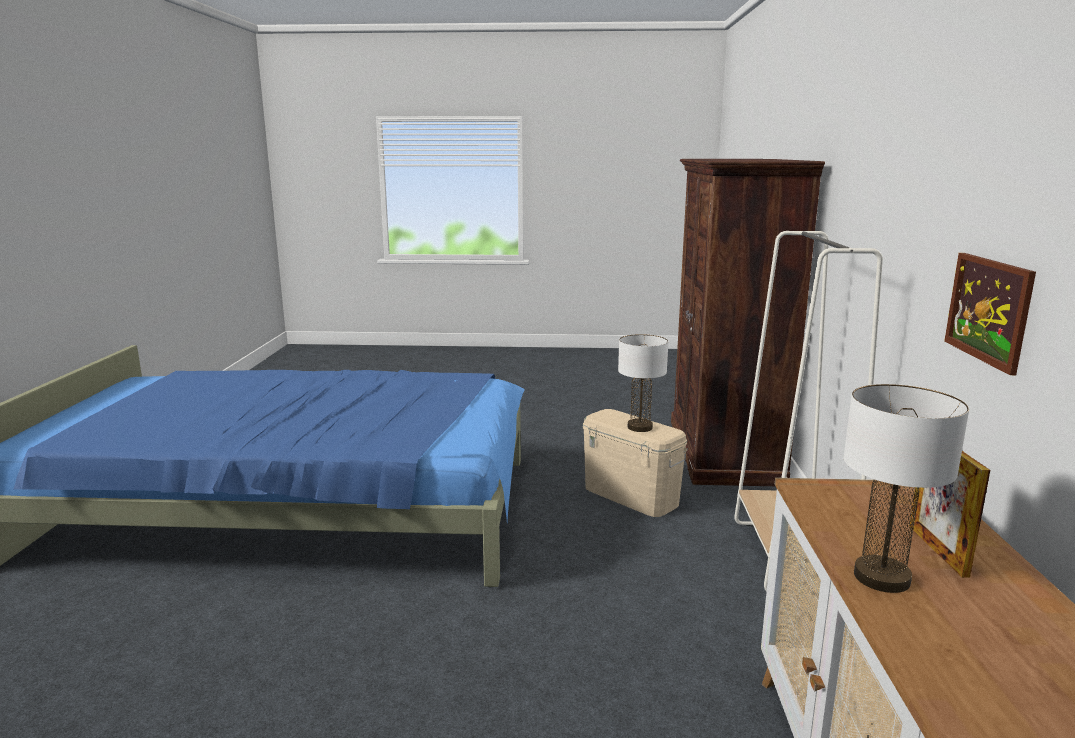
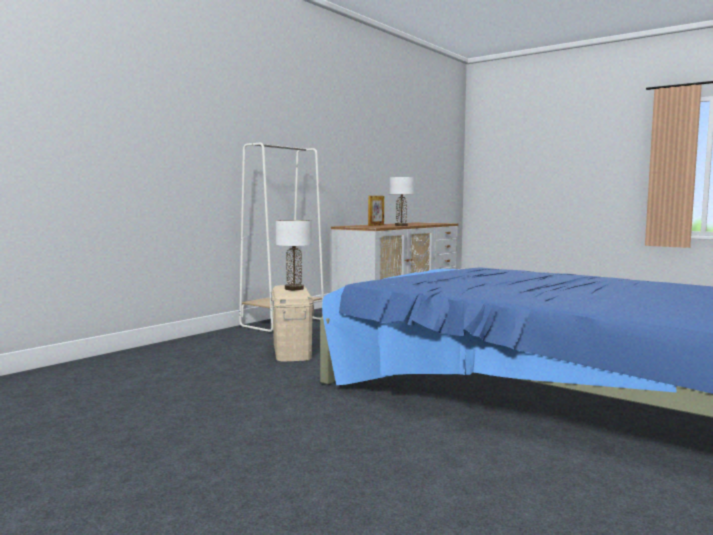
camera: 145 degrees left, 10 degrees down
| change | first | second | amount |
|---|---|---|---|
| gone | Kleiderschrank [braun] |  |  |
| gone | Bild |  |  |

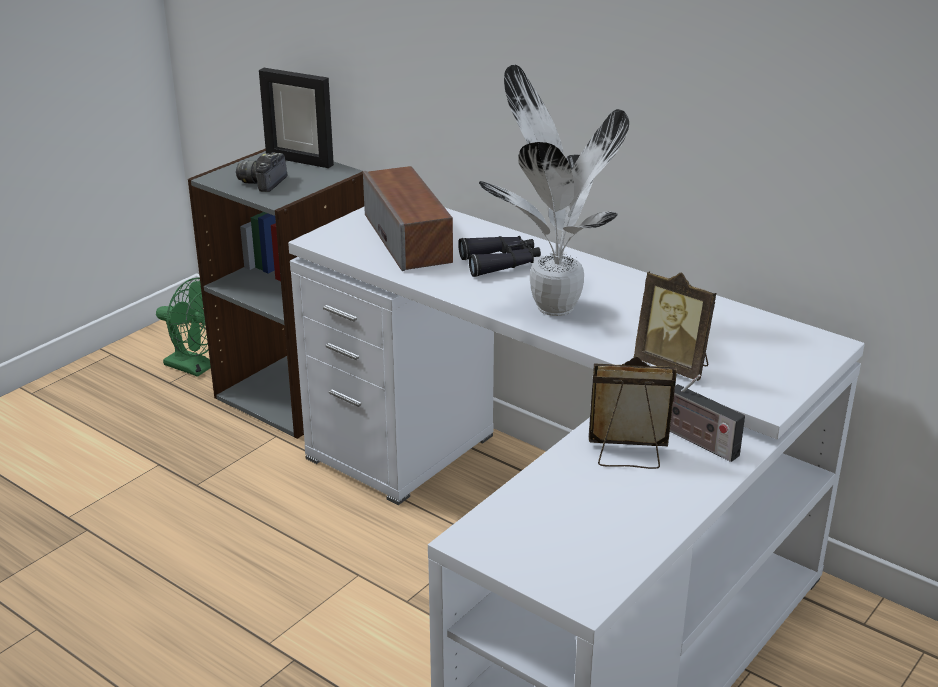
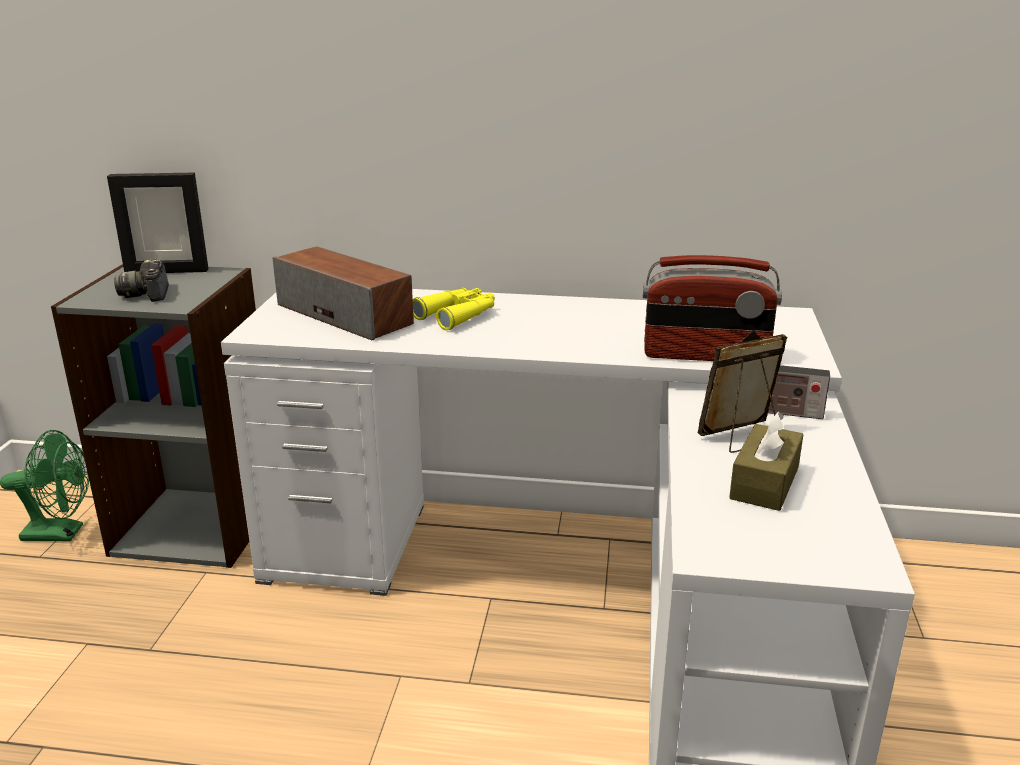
camera: 30 degrees left, 5 degrees down
| change | first | second | amount |
|---|---|---|---|
| repainted | Fernglas [schwarz] | Fernglas [gelb] |  |
| swapped | Bilderrahmen (no. 3 from left) | Radio (no. 1 from left) |  |
| new |  | Taschentuchbox [braun] |  |
| gone | Topfpflanze |  |  |

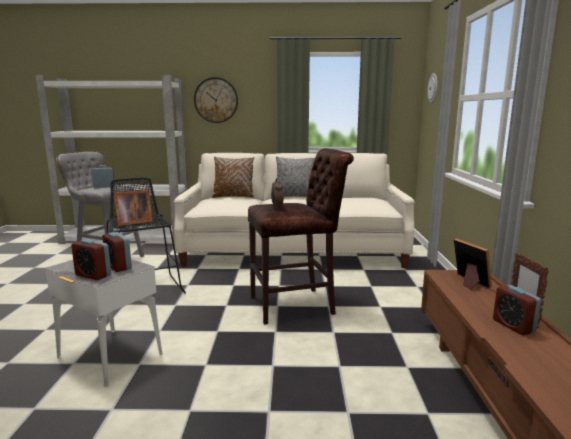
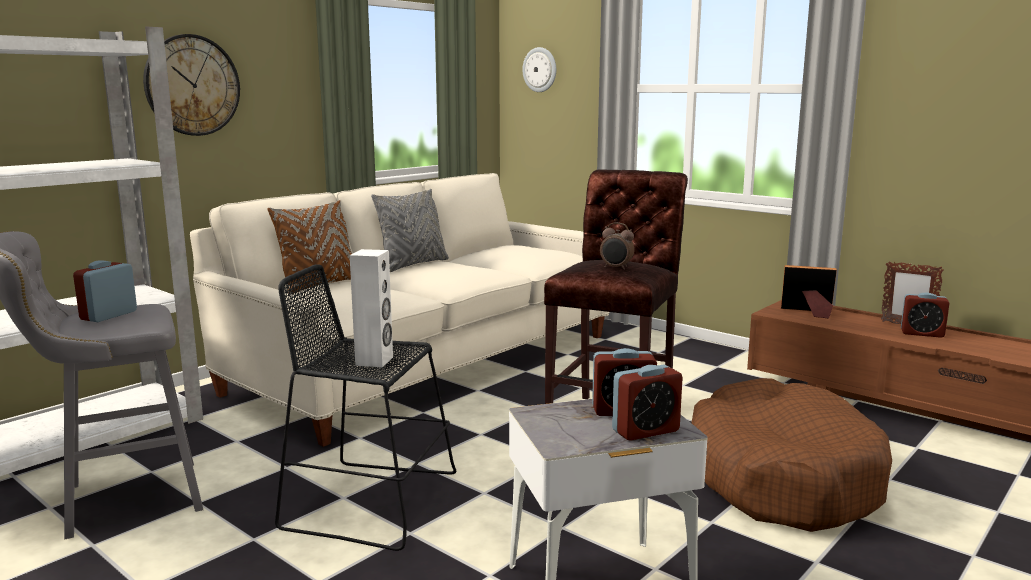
camera: 50 degrees left, 0 degrees up
| change | first | second | amount |
|---|---|---|---|
| swapped | Bilderrahmen (no. 1 from left) | Lautsprecher [weiß] |  |
| new |  | Hundebett [braun] |  |

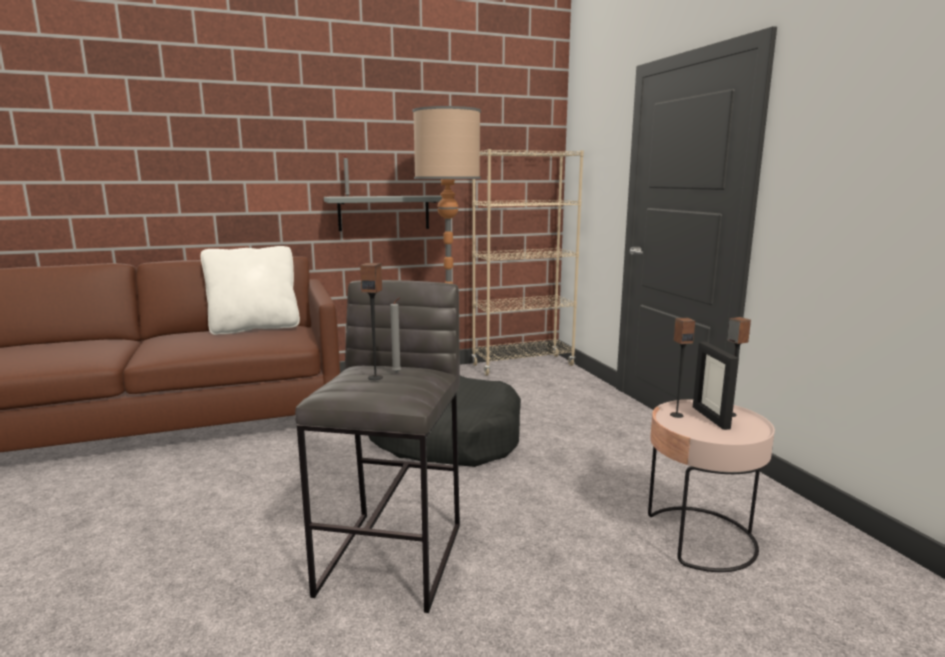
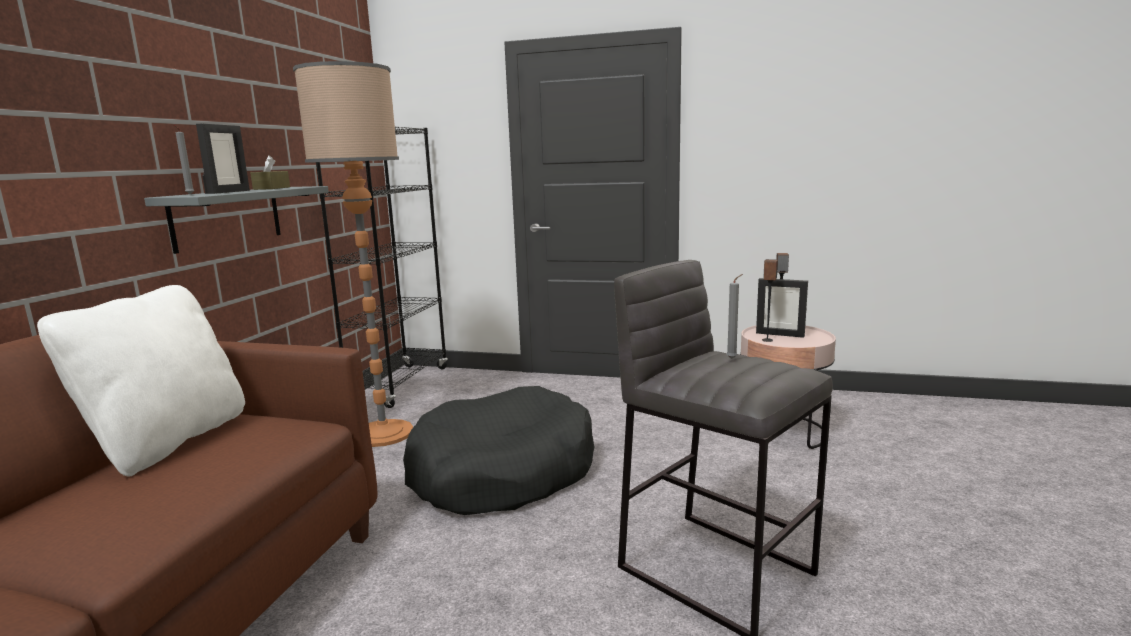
camera: 55 degrees left, 0 degrees up
| change | first | second | amount |
|---|---|---|---|
| new |  | Bilderrahmen (no. 1 from left) |  |
| new |  | Taschentuchbox [braun] |  |
| repainted | Bücherregal [beige] | Bücherregal [schwarz] |  |
| gone | Lautsprecher (no. 1 from left) |  |  |

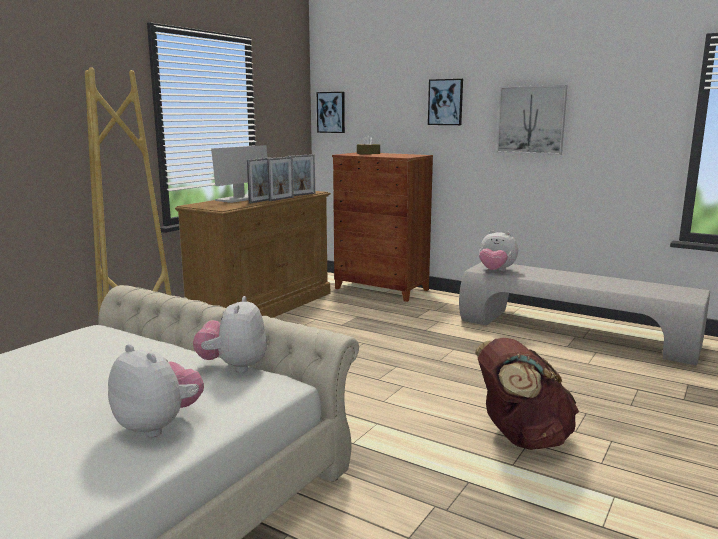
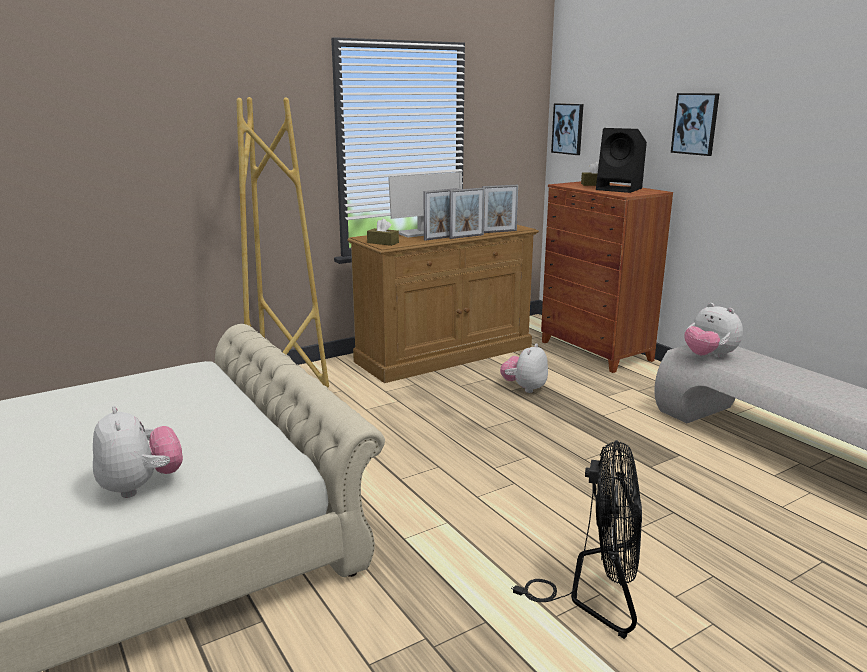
camera: 25 degrees right, 5 degrees up
| change | first | second | amount |
|---|---|---|---|
| new |  | Taschentuchbox [braun] (no. 1 from left) |  |
| shifted | Plüschtier (no. 2 from left) |  |  |
| swapped | Rucksack [braun] | Ventilator [schwarz] |  |
| new |  | Lautsprecher [schwarz] |  |
| gone | Bild (no. 3 from left) |  |  |

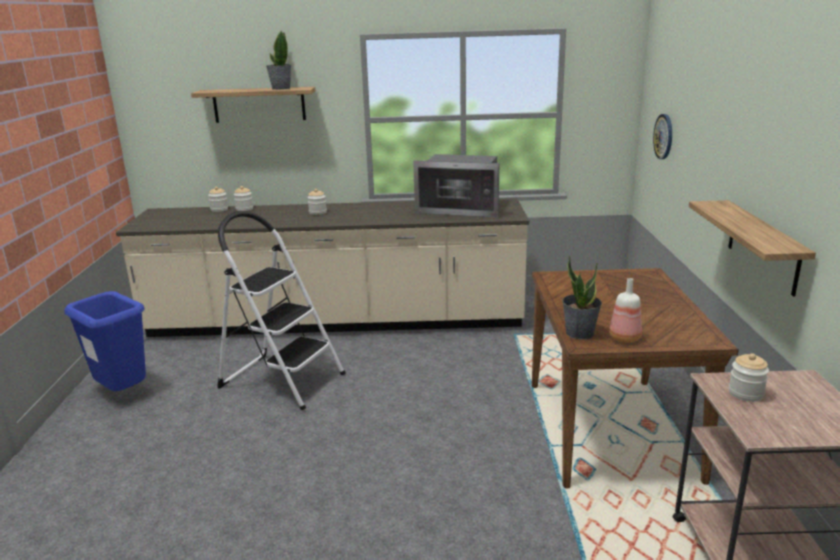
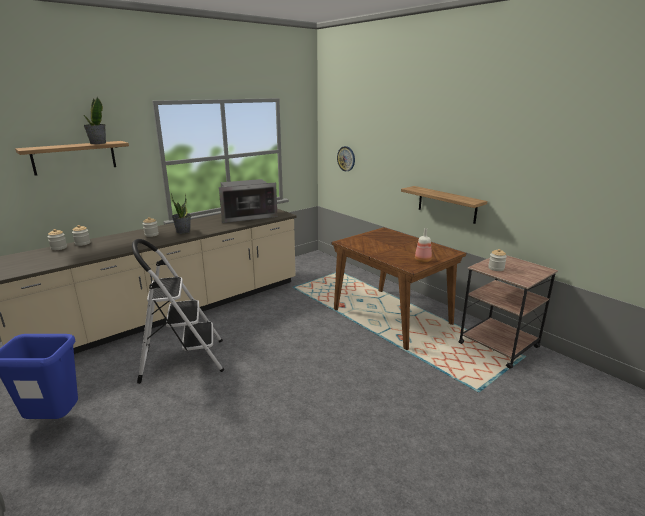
camera: 40 degrees left, 0 degrees up
| change | first | second | amount |
|---|---|---|---|
| shifted | Topfpflanze (no. 2 from left) |  |  |

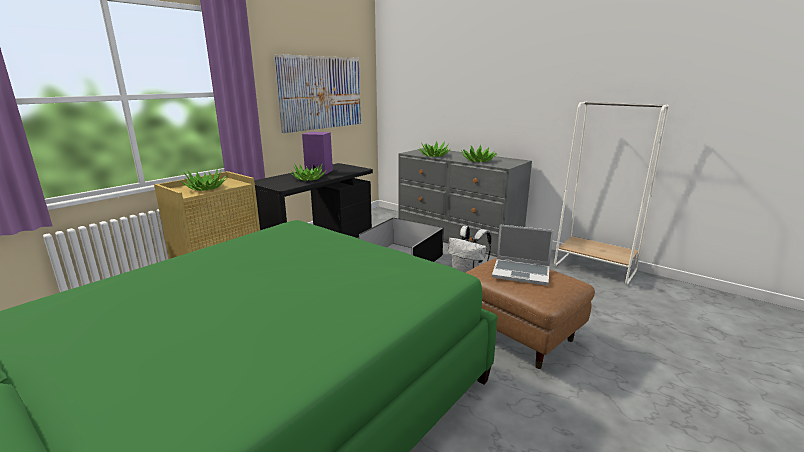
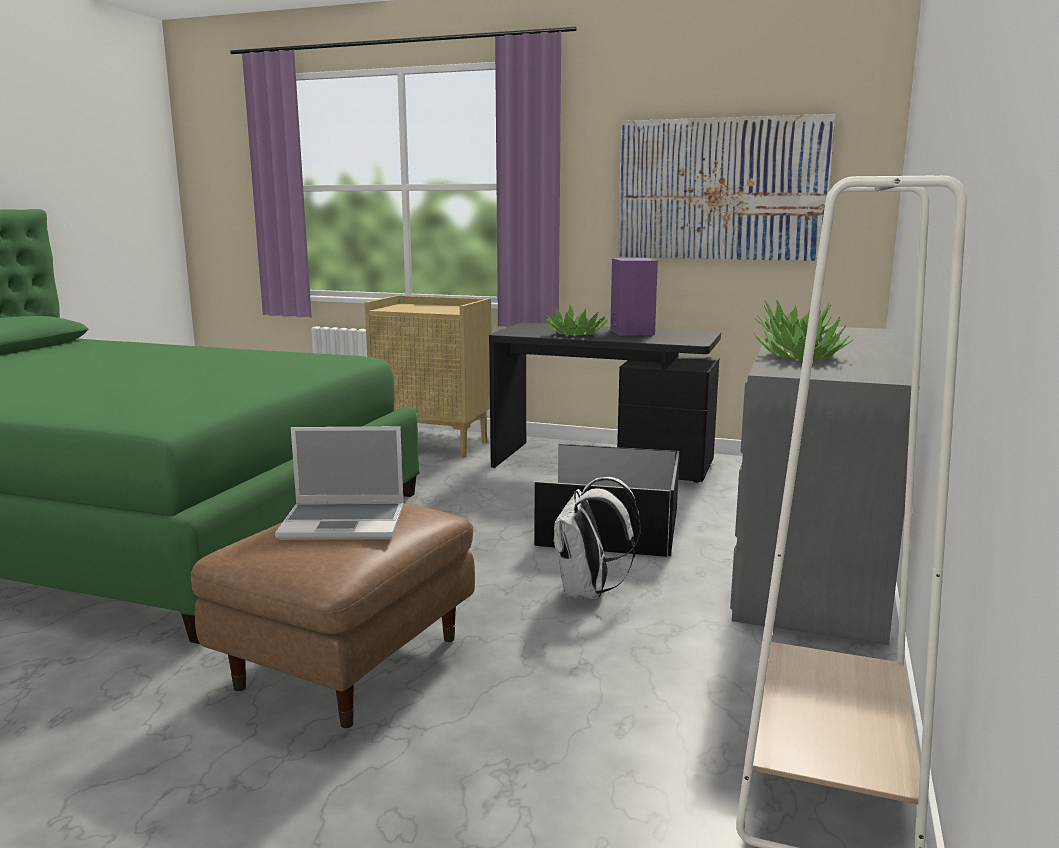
camera: 70 degrees right, 5 degrees down
| change | first | second | amount |
|---|---|---|---|
| rotated | Laptop |  | 90 degrees counterclockwise |
| gone | Topfpflanze (no. 1 from left) |  |  |

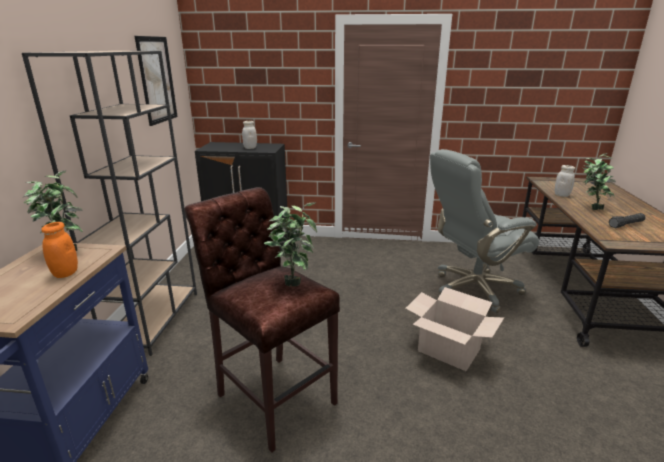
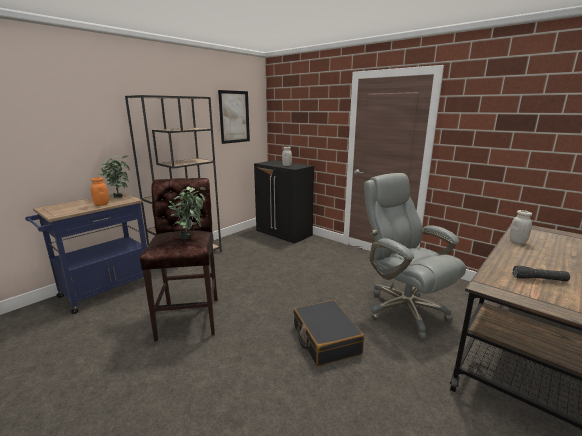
camera: 35 degrees right, 5 degrees down
| change | first | second | amount |
|---|---|---|---|
| swapped | Karton | Koffer [schwarz] |  |
| rotated | Bürostuhl [grau] |  | 45 degrees clockwise |
| gone | Topfpflanze (no. 3 from left) |  |  |

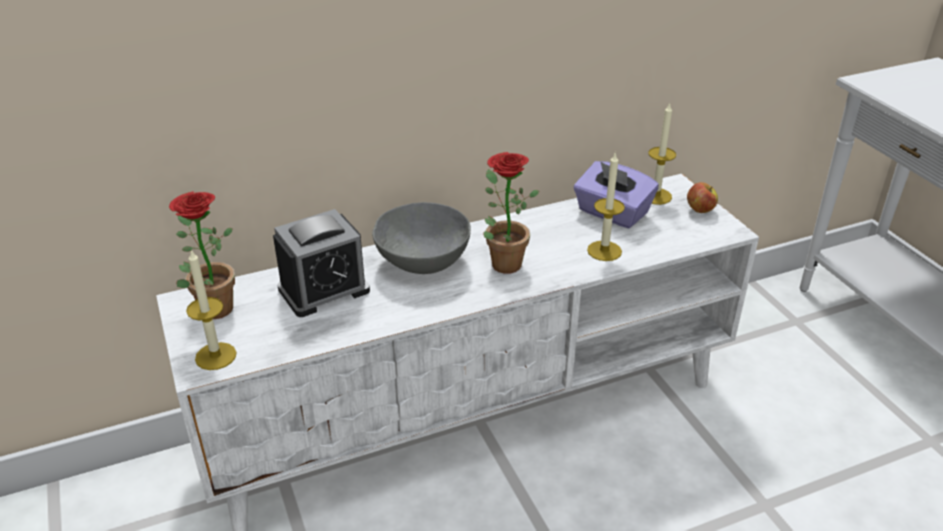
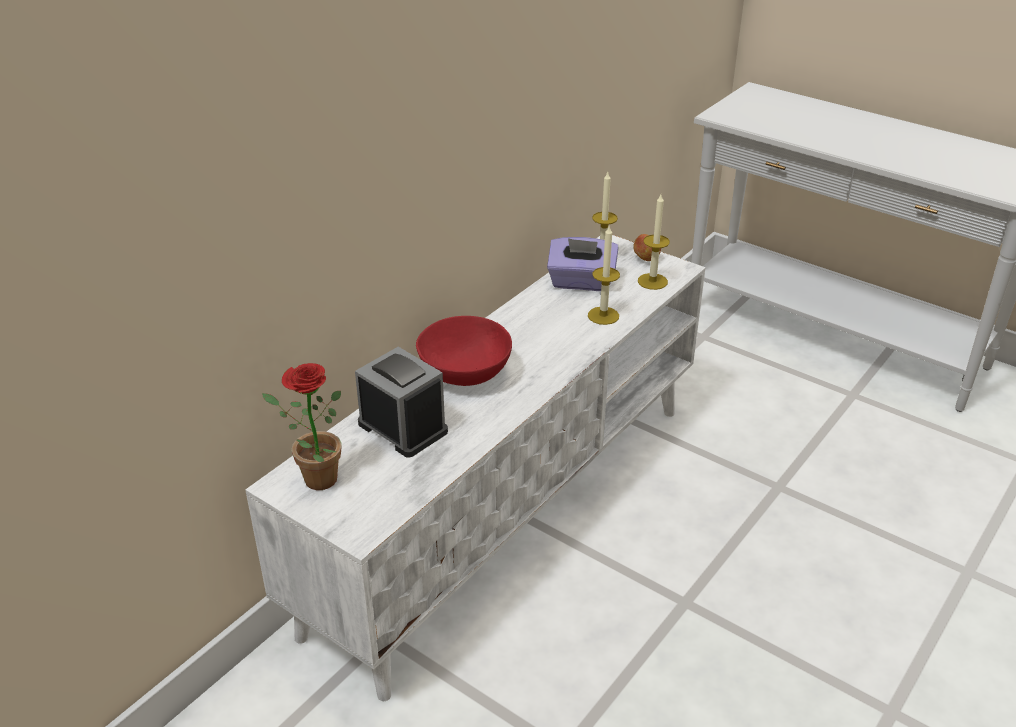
camera: 30 degrees left, 0 degrees up
| change | first | second | amount |
|---|---|---|---|
| rotated | Wecker |  | 75 degrees counterclockwise |
| repainted | Schüssel [grau] | Schüssel [rot] |  |
| shifted | Kerze (no. 1 from left in the first image) | Kerze (no. 3 from left) |  |
| gone | Topfpflanze (no. 2 from left) |  |  |

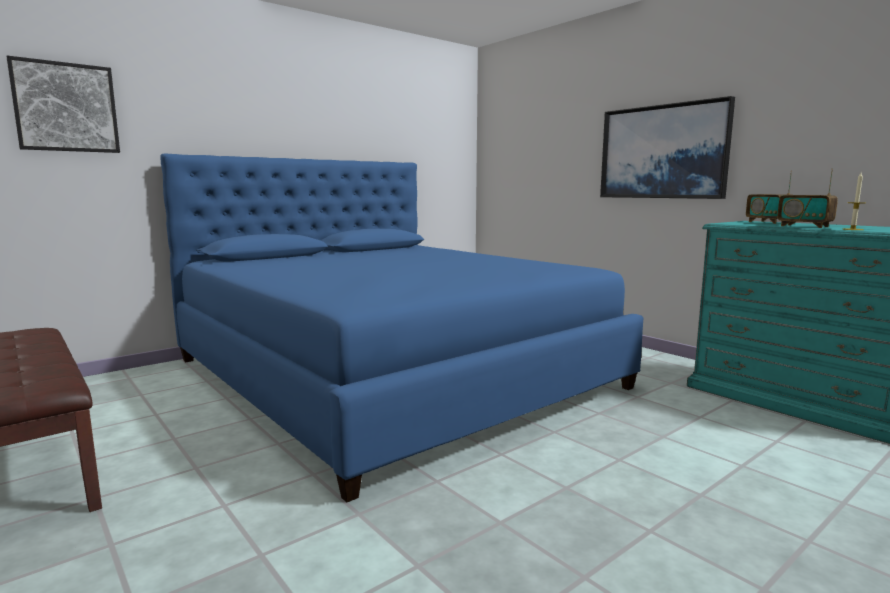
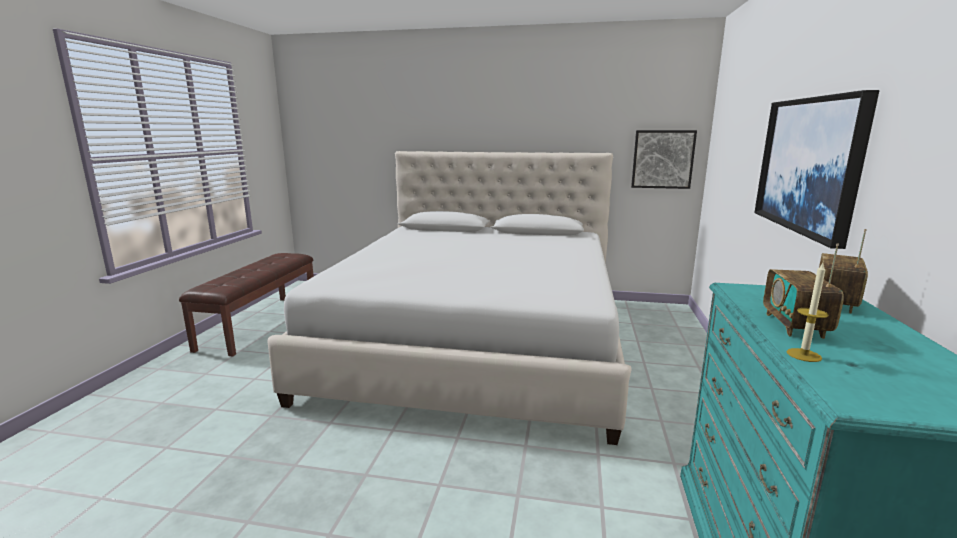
camera: 50 degrees right, 5 degrees up
| change | first | second | amount |
|---|---|---|---|
| repainted | Bett [blau] | Bett [weiß] |  |
| shifted | Bild (no. 1 from left) |  |  |

